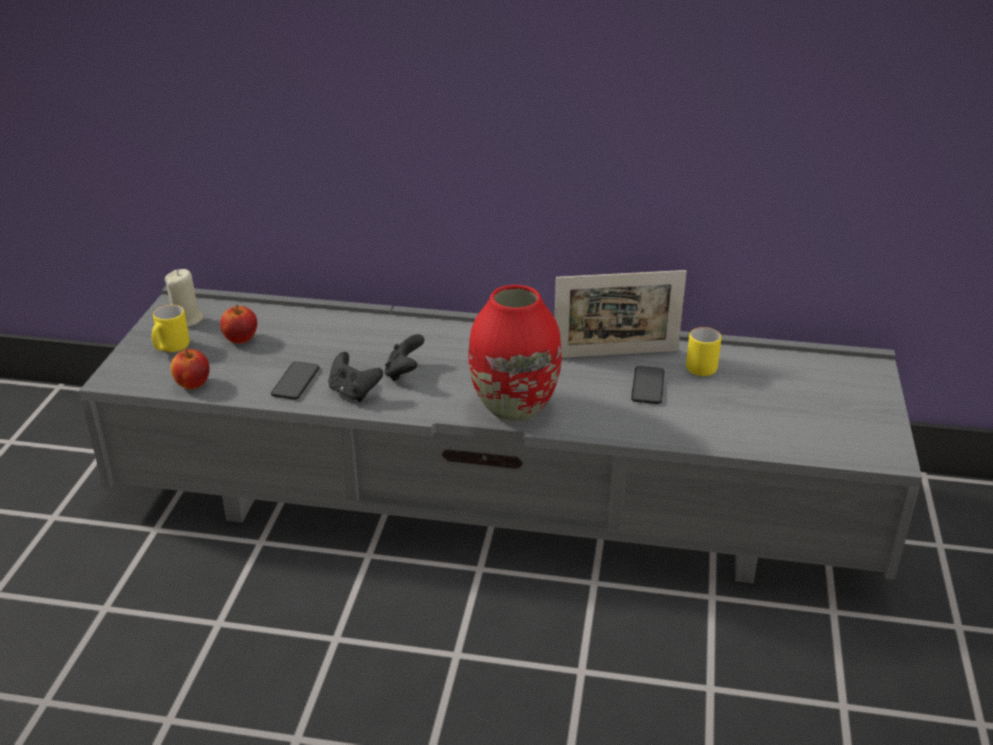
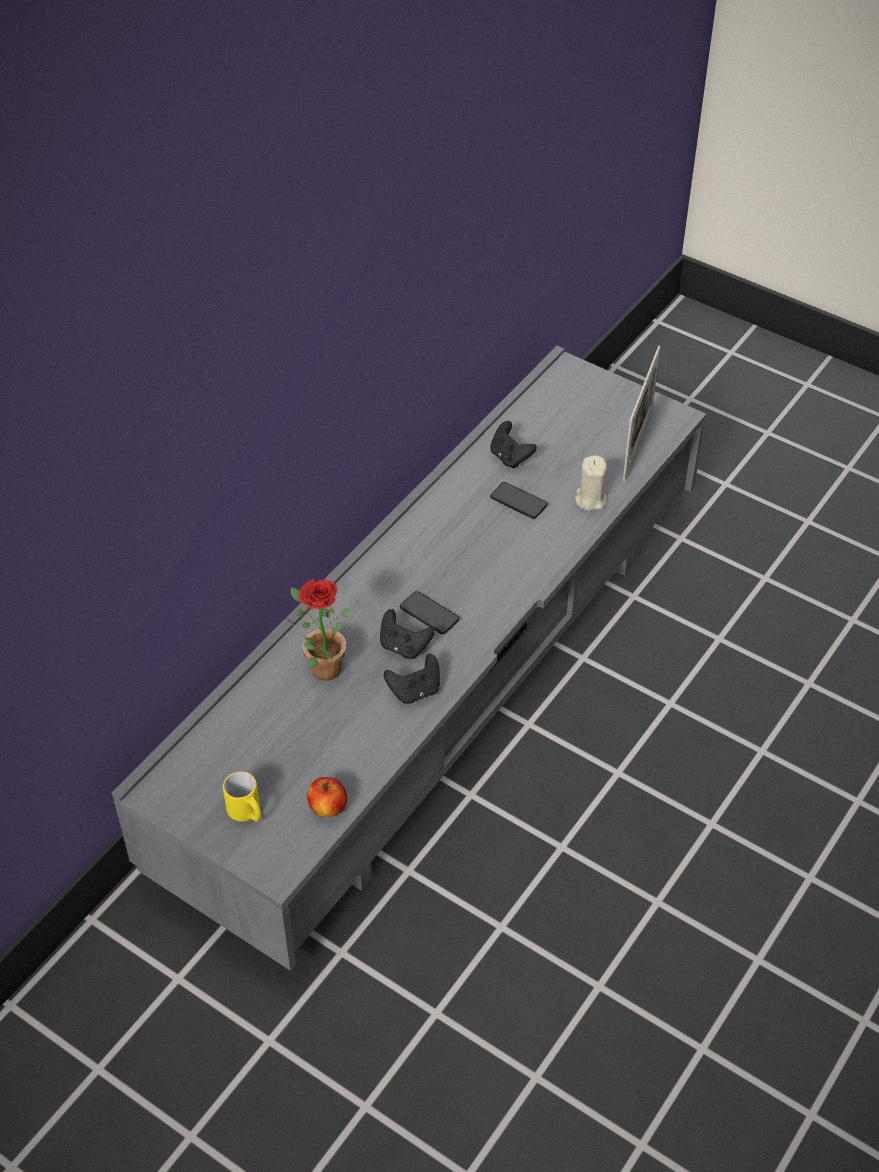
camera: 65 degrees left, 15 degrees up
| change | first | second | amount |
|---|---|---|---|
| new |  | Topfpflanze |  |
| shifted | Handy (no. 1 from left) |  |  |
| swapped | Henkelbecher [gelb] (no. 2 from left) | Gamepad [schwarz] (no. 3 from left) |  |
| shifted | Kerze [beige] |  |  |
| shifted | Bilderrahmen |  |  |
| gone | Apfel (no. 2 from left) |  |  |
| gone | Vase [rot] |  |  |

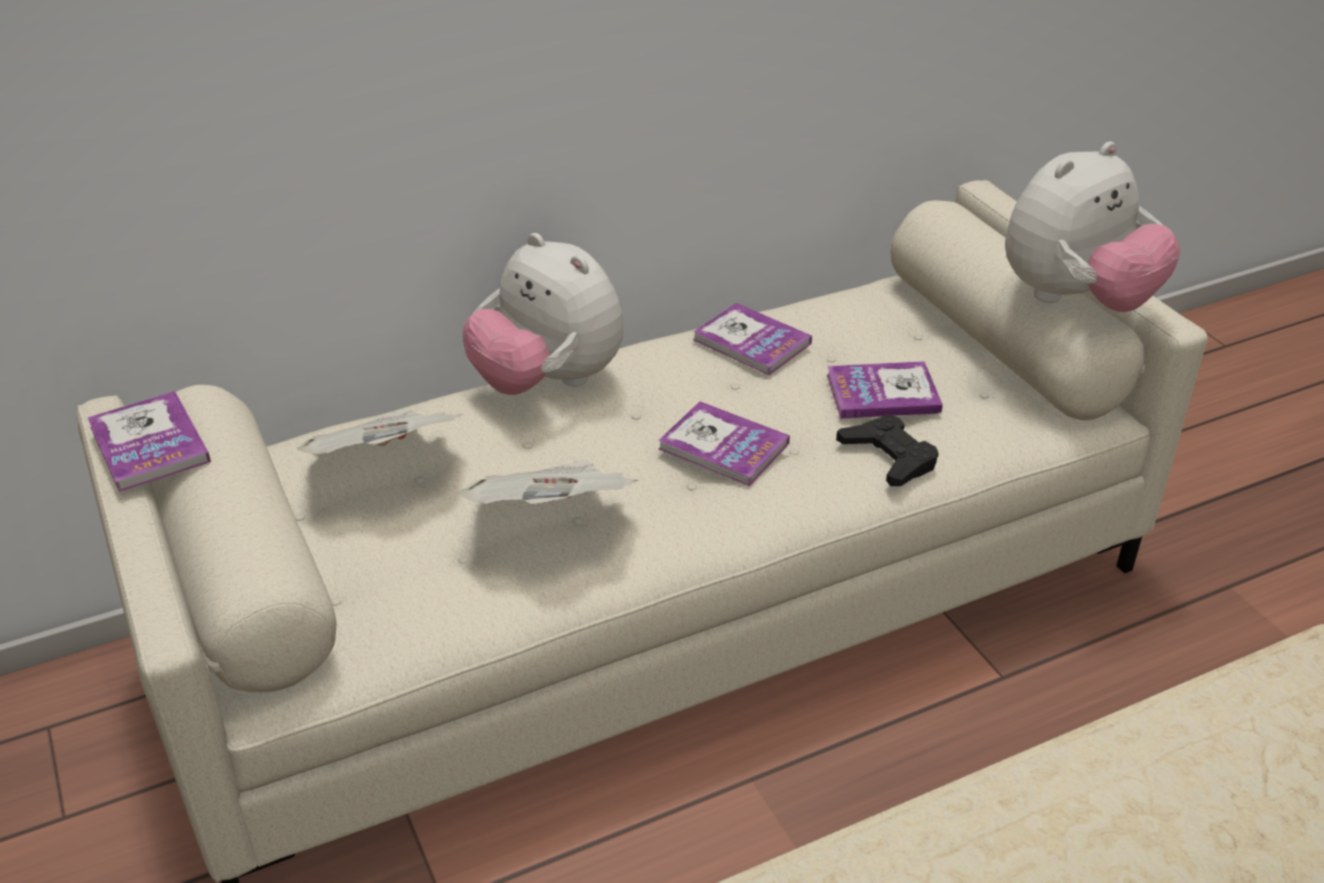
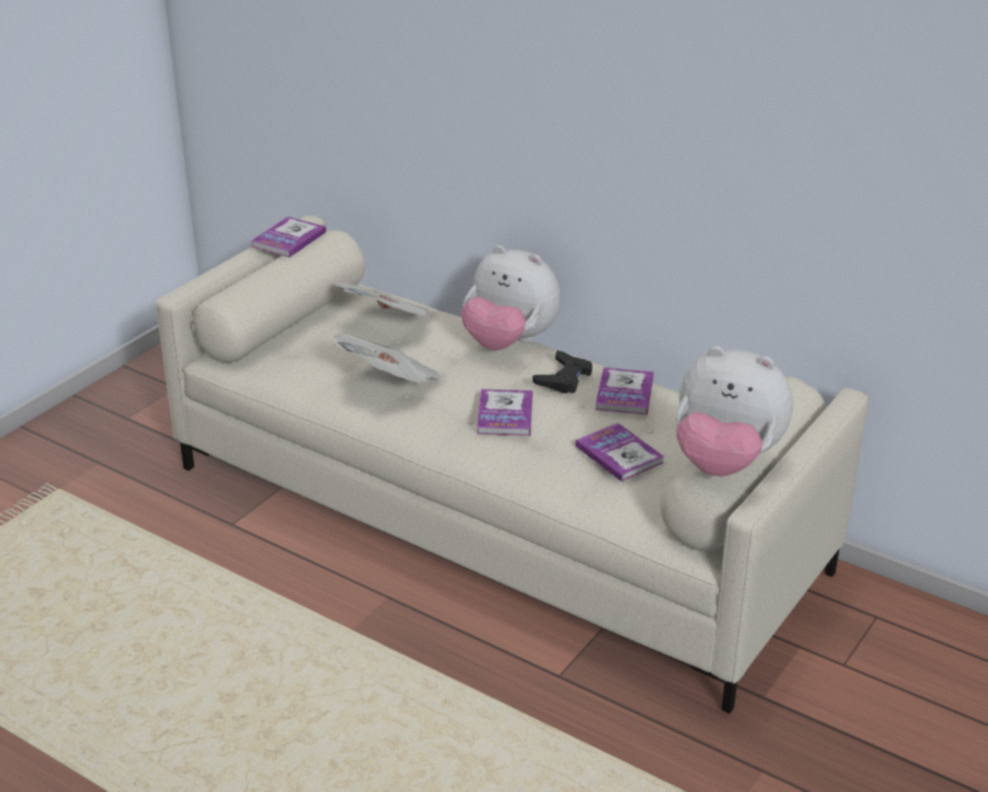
camera: 60 degrees right, 5 degrees down
| change | first | second | amount |
|---|---|---|---|
| rotated | Plüschtier (no. 1 from left) |  | 75 degrees counterclockwise |
| shifted | Gamepad [schwarz] |  |  |

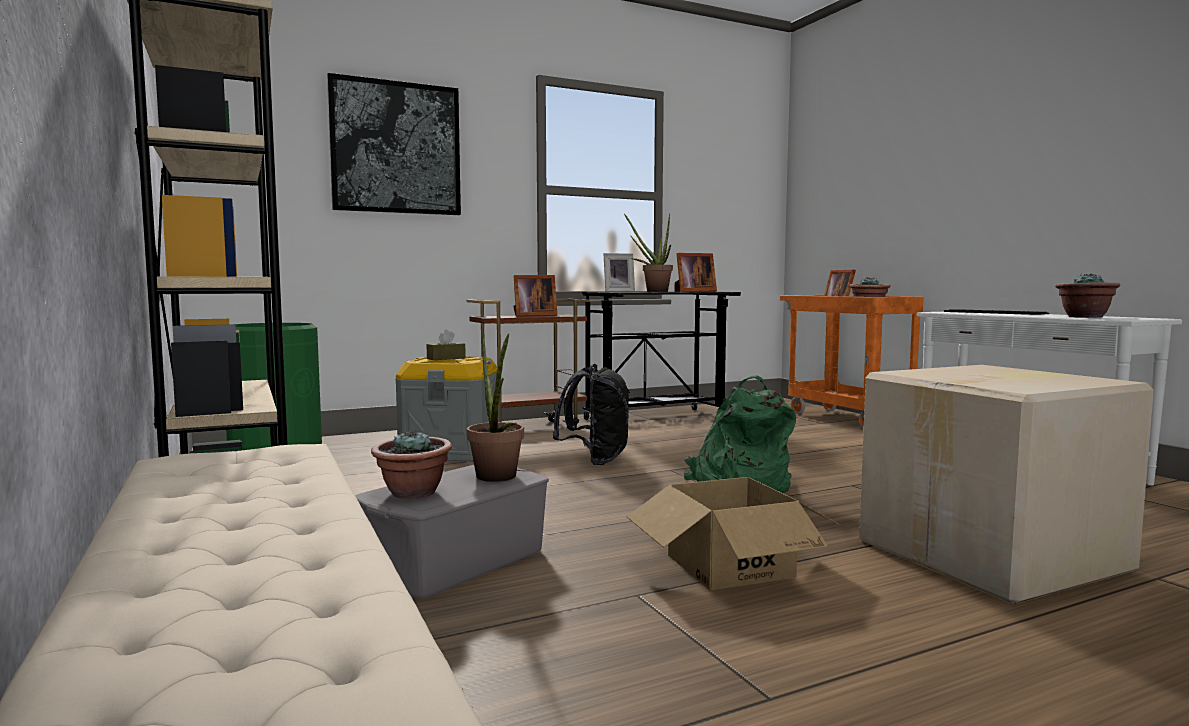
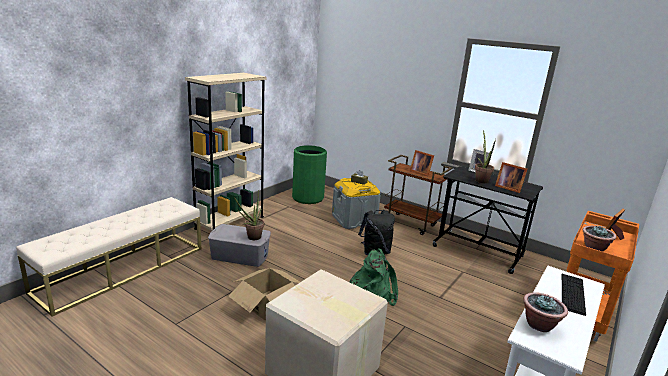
camera: 60 degrees right, 15 degrees up
| change | first | second | amount |
|---|---|---|---|
| gone | Bild |  |  |
| gone | Topfpflanze (no. 1 from left) |  |  |

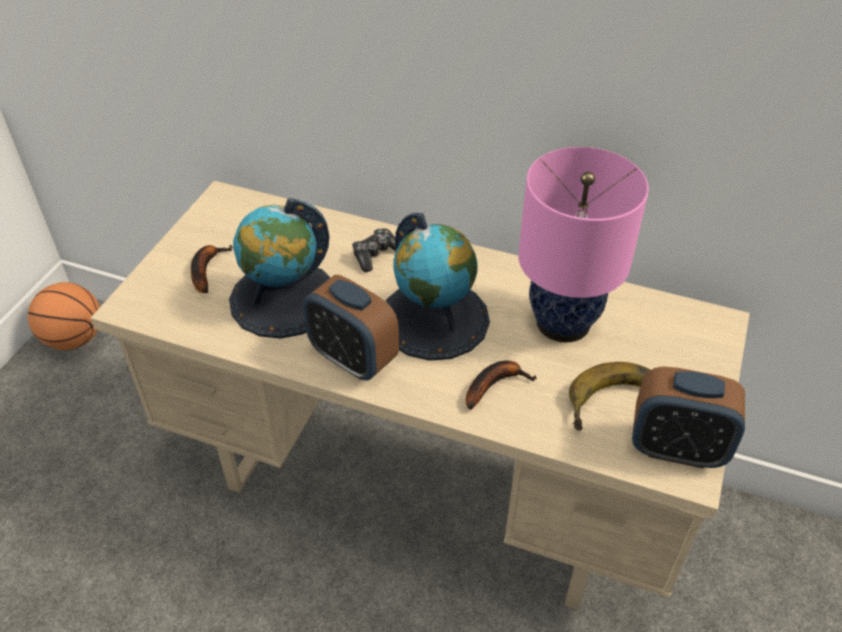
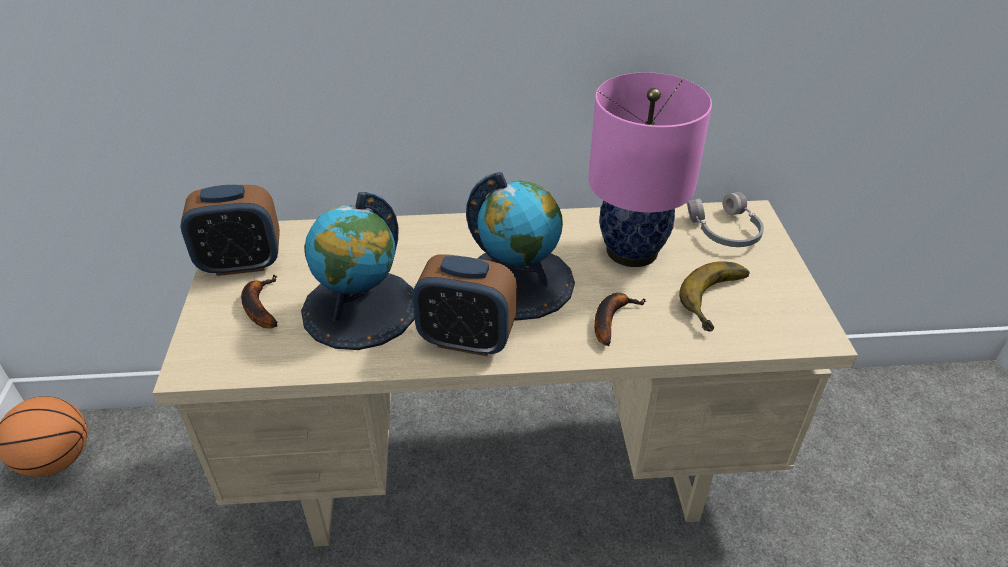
camera: 25 degrees left, 5 degrees down
| change | first | second | amount |
|---|---|---|---|
| shifted | Wecker (no. 2 from left in the first image) | Wecker (no. 1 from left) |  |
| new |  | Kopfhörer [grau] |  |
| gone | Gamepad |  |  |

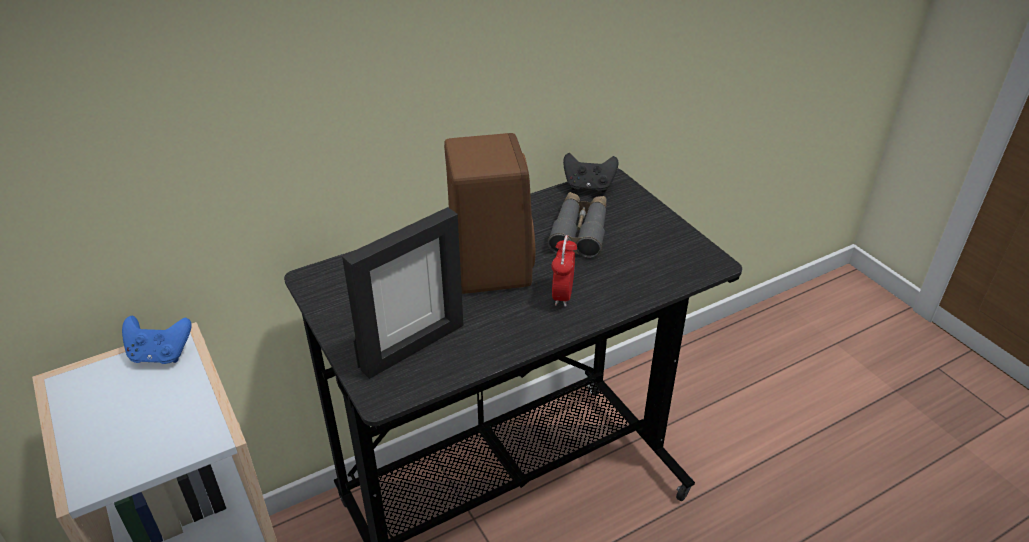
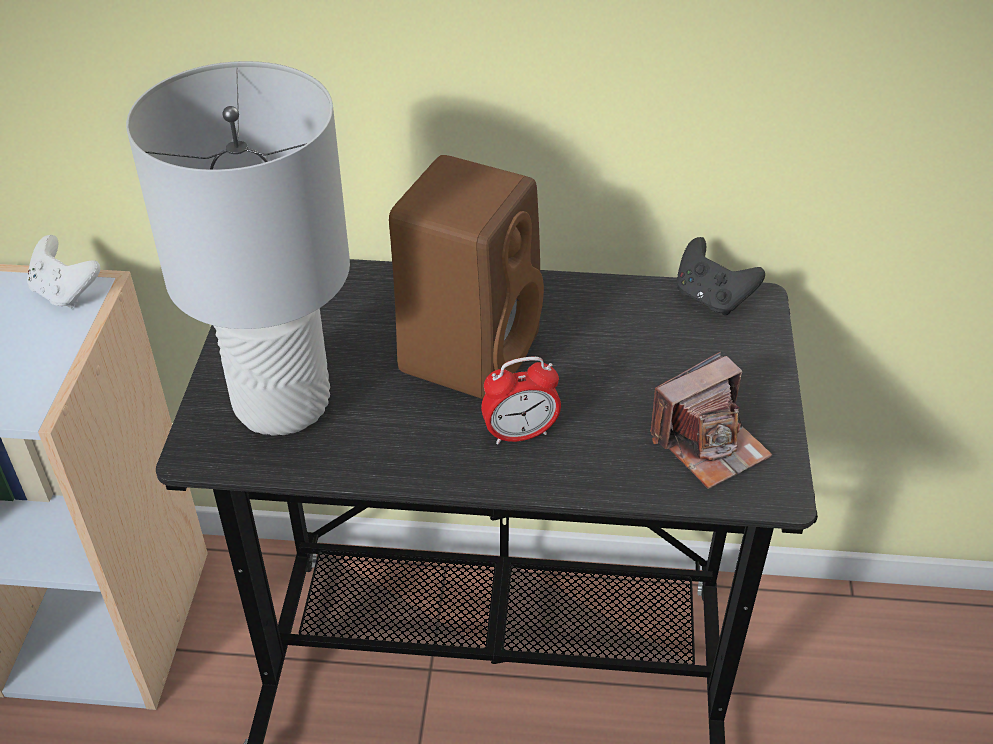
camera: 35 degrees right, 5 degrees up
| change | first | second | amount |
|---|---|---|---|
| repainted | Gamepad [blau] | Gamepad [weiß] |  |
| swapped | Bilderrahmen | Tischlampe [grau] |  |
| rotated | Wecker |  | 150 degrees counterclockwise |
| new |  | Kamera |  |
| gone | Fernglas [grau] |  |  |

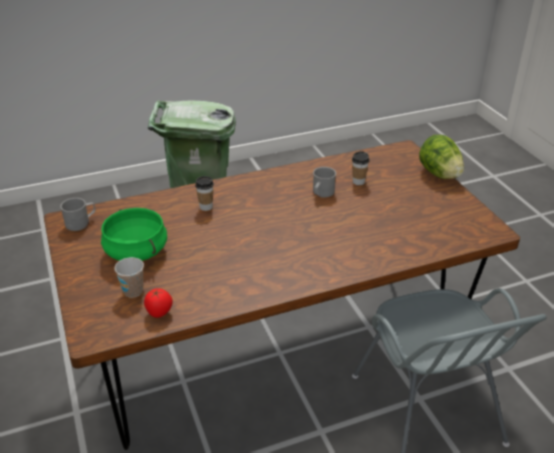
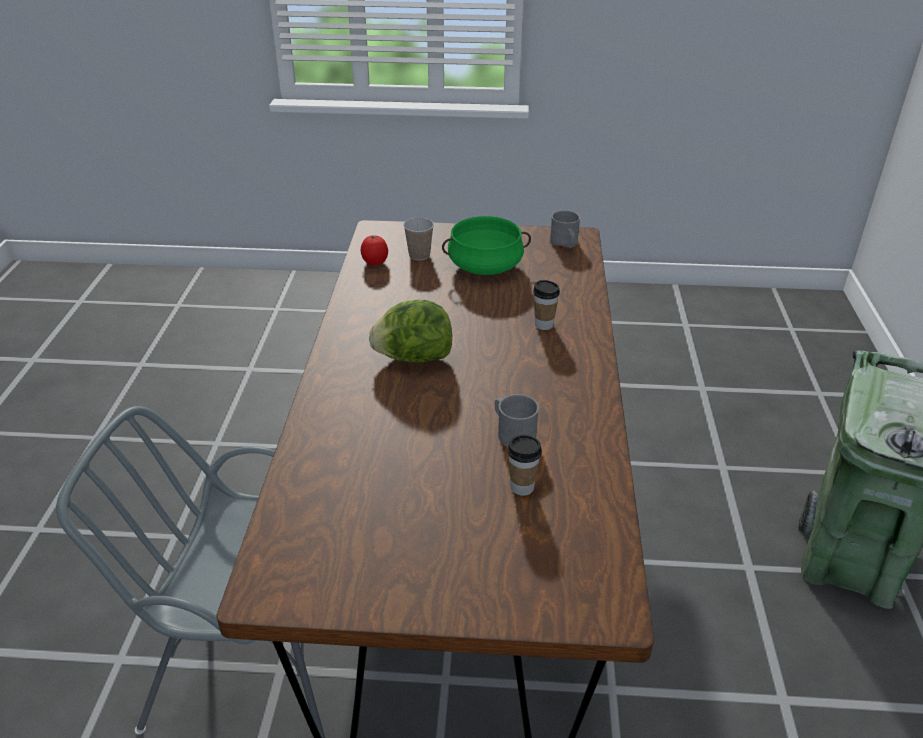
camera: 115 degrees right, 0 degrees up
| change | first | second | amount |
|---|---|---|---|
| shifted | Salatkopf |  |  |

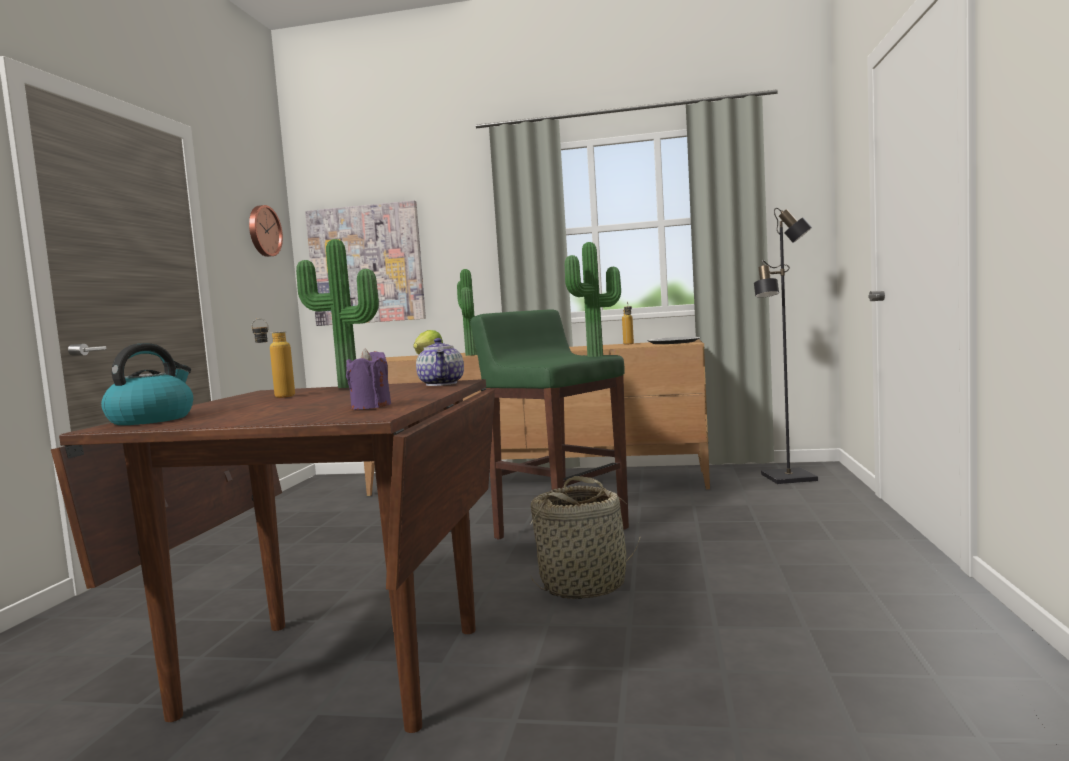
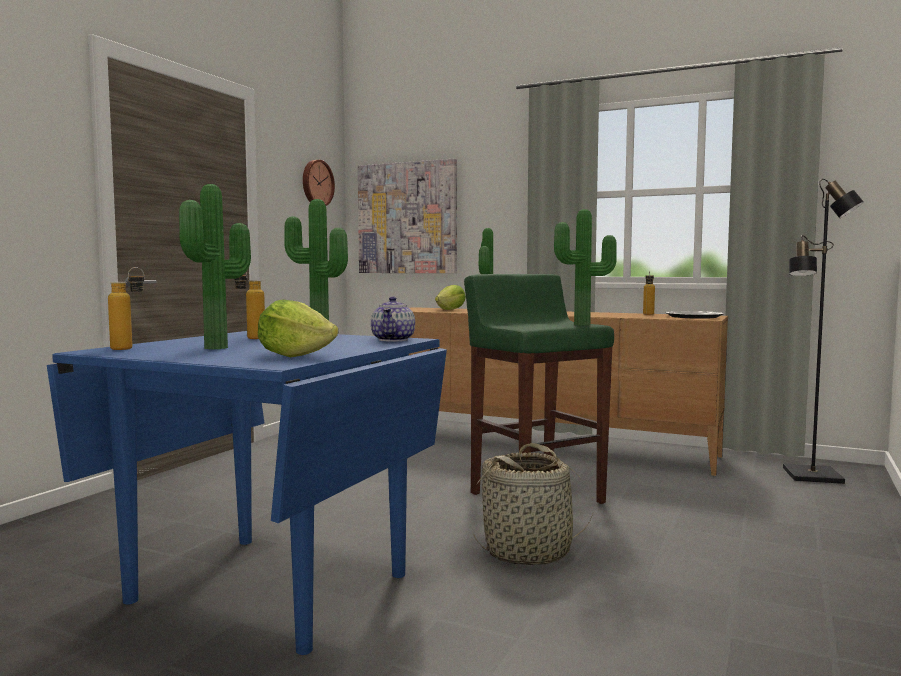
camera: 15 degrees right, 0 degrees up
| change | first | second | amount |
|---|---|---|---|
| repainted | Esstisch [braun] | Esstisch [blau] |  |
| swapped | Wasserkessel | Flasche (no. 1 from left) |  |
| new |  | Topfpflanze (no. 1 from left) |  |
| swapped | Kerze [lila] | Salatkopf (no. 1 from left) |  |

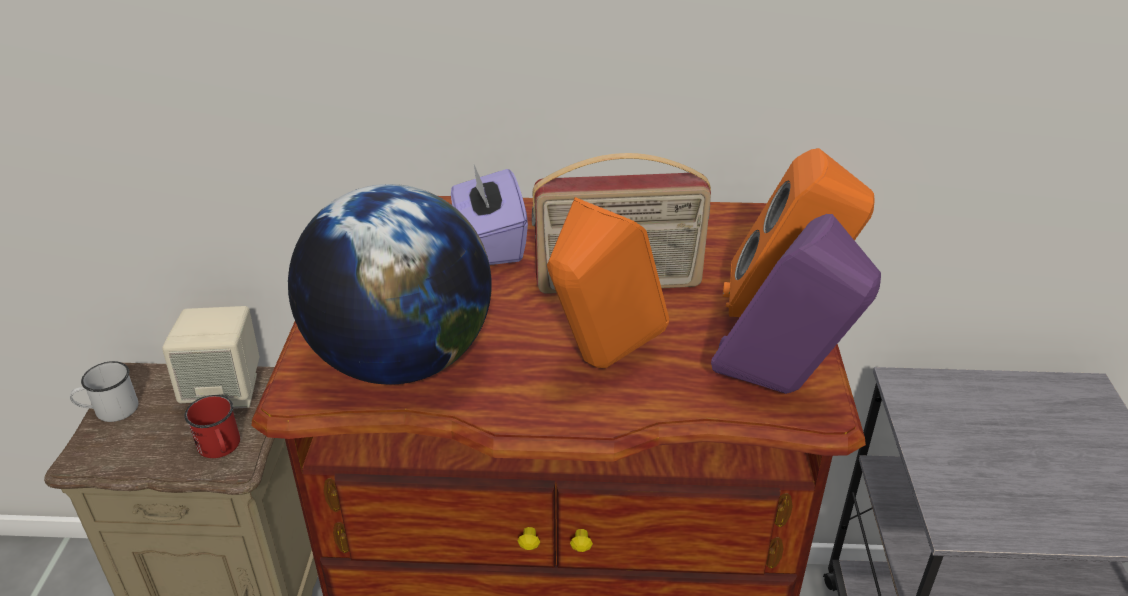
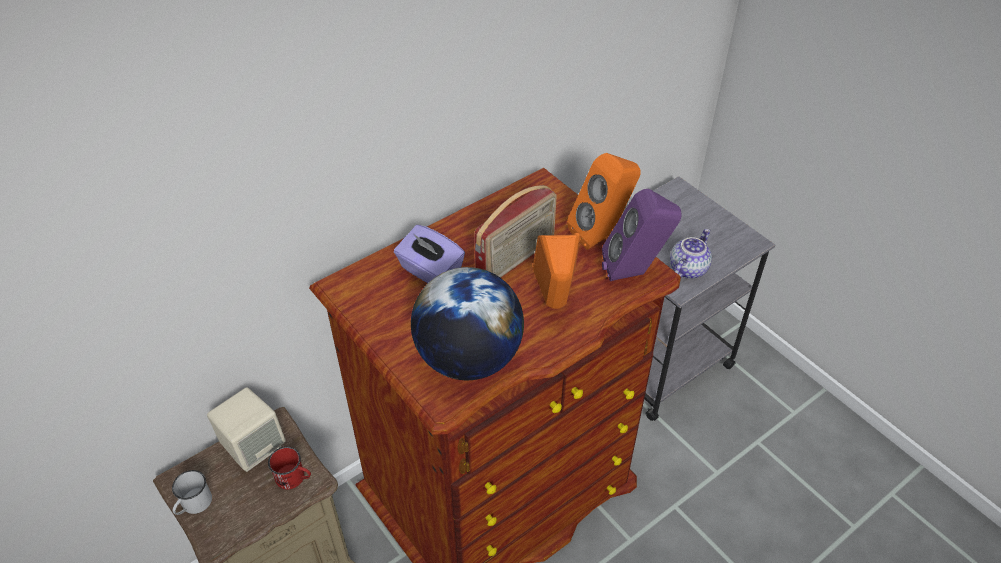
camera: 40 degrees left, 10 degrees up
| change | first | second | amount |
|---|---|---|---|
| new |  | Teekanne |  |

